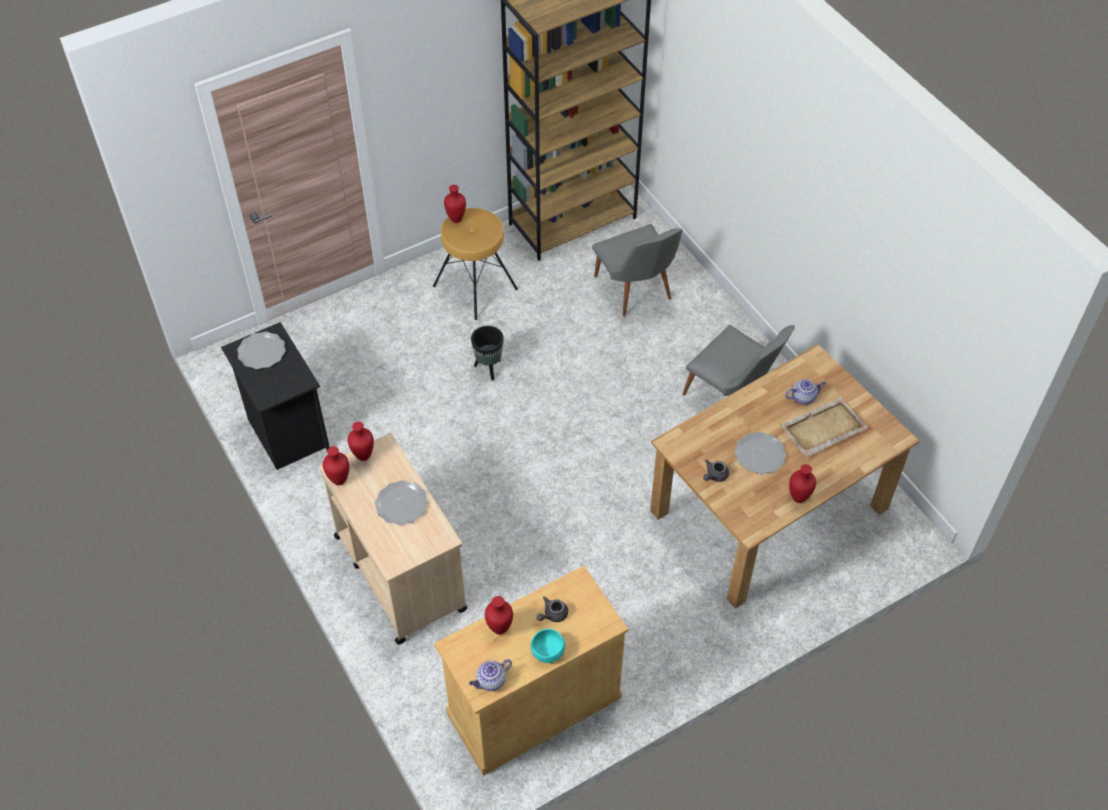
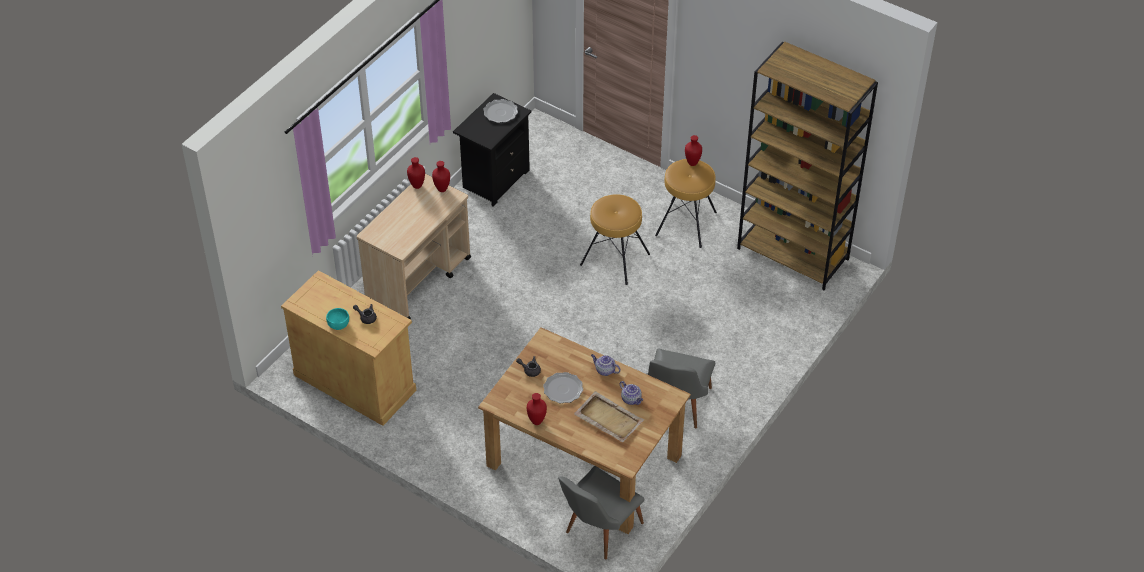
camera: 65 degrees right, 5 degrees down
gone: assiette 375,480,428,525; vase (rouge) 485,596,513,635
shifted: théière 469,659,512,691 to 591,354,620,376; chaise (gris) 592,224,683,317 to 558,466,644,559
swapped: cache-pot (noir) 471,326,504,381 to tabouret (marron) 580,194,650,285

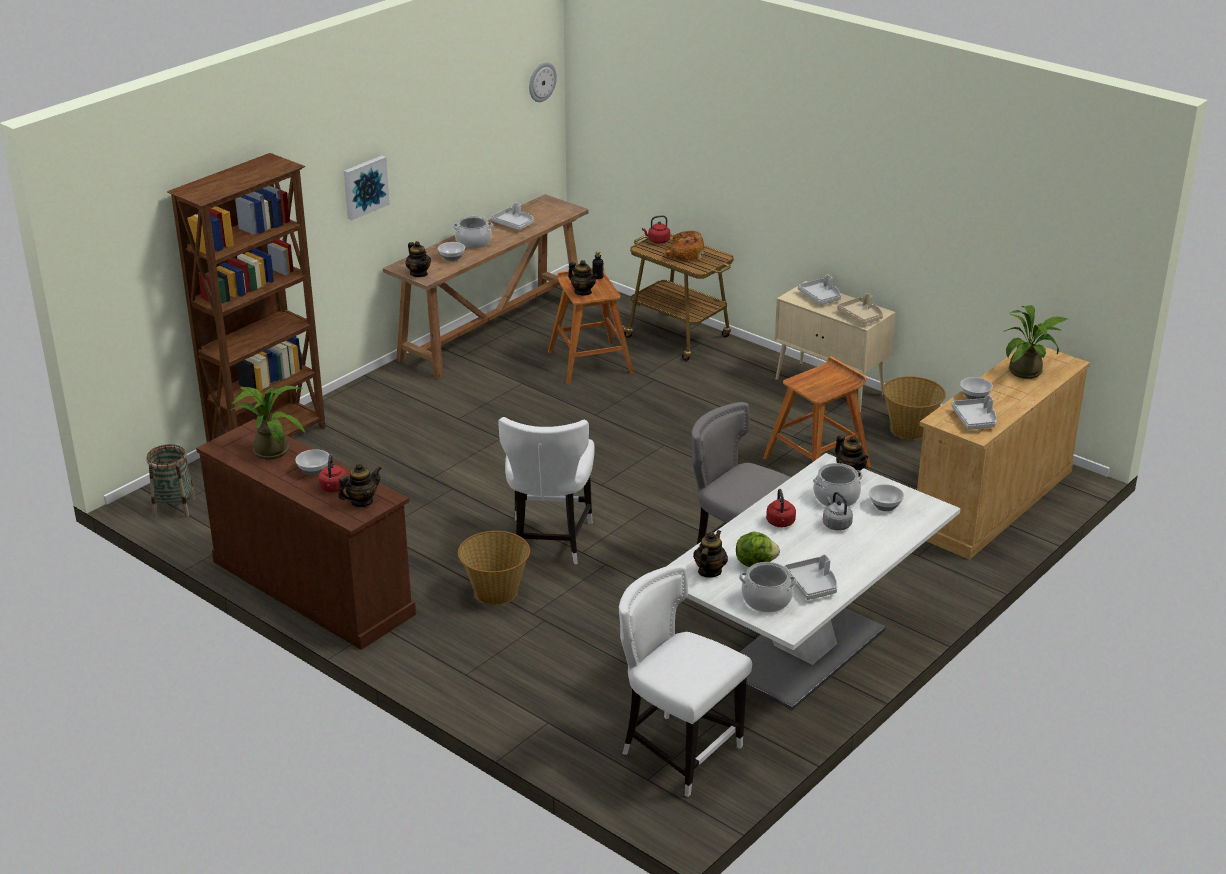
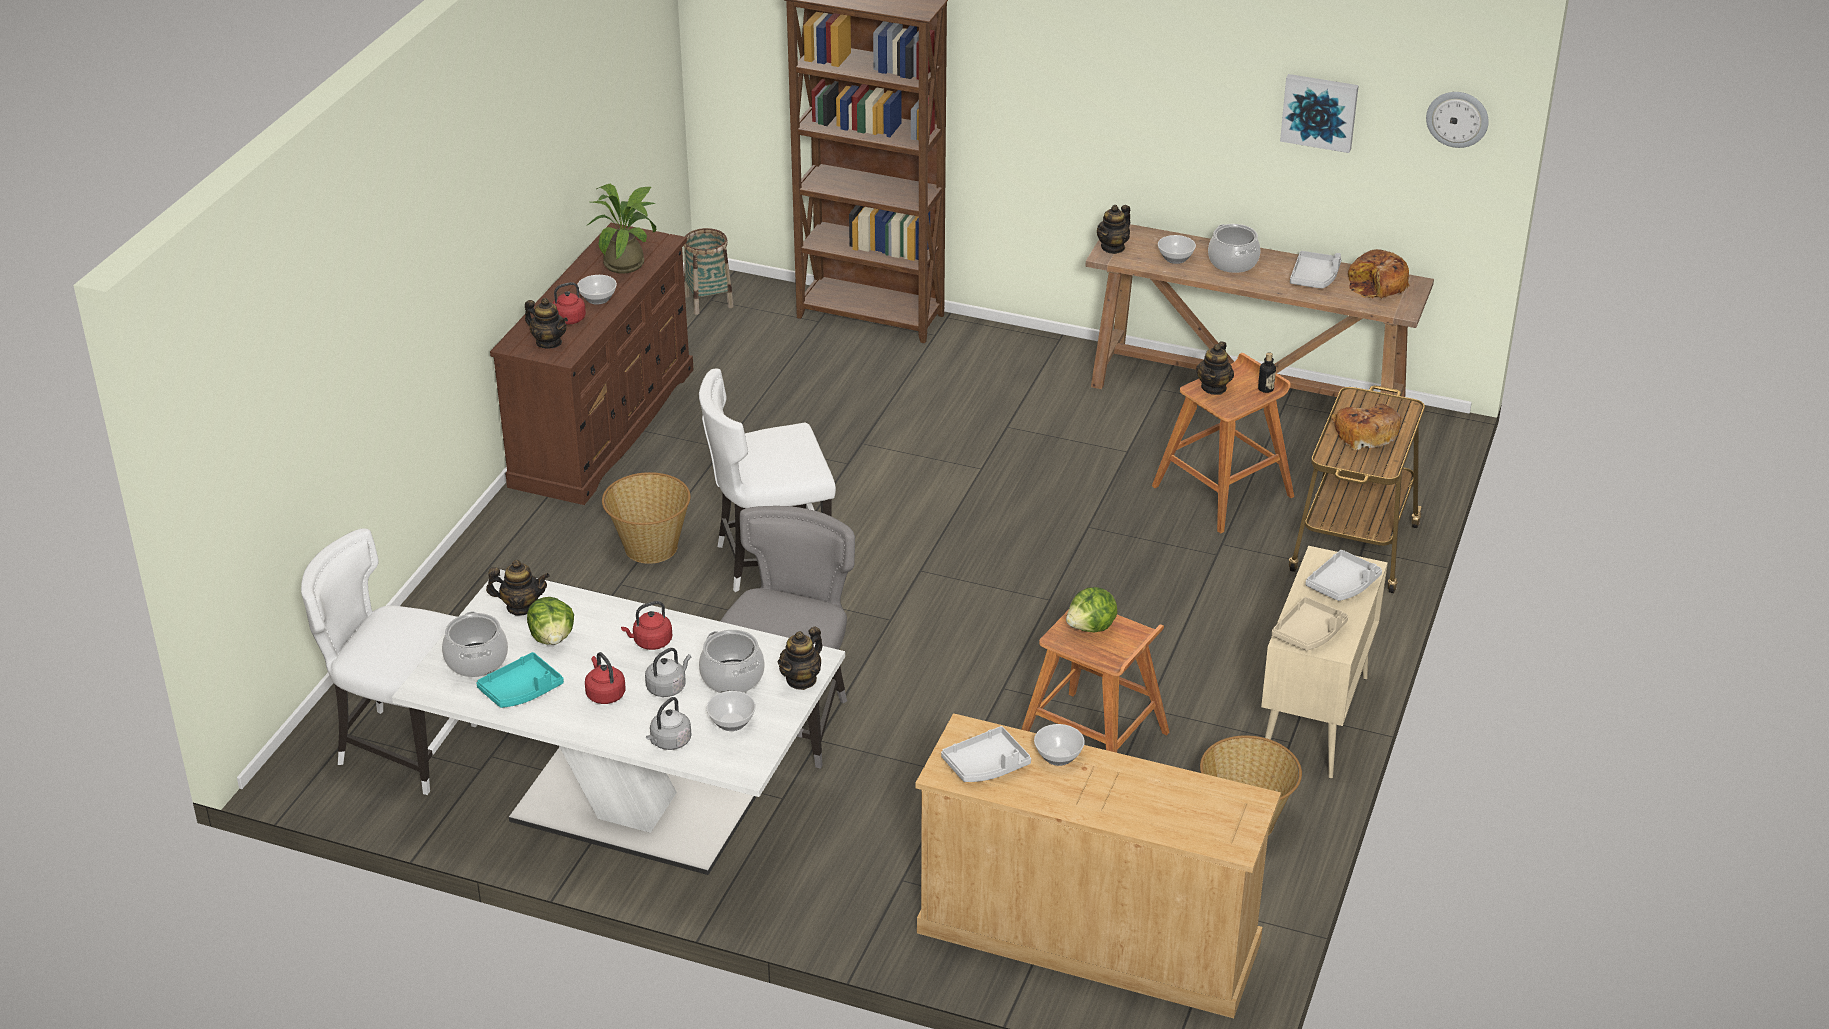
camera: 70 degrees right, 5 degrees up
gone: plante en pot 1003,305,1067,379
new: bouilloire (gris) 646,697,692,750; laitue 1066,587,1117,632; pain 1348,249,1410,299
shifted: tableau 344,156,390,220 to 1280,74,1359,153; bouilloire (rouge) 642,215,670,244 to 585,652,626,704
repainted: plateau (gris) 784,554,837,600 to plateau (turquoise) 476,652,564,708
rotated: chaise (blanc) 619,564,752,797 = 301,528,477,795 90 degrees counterclockwise

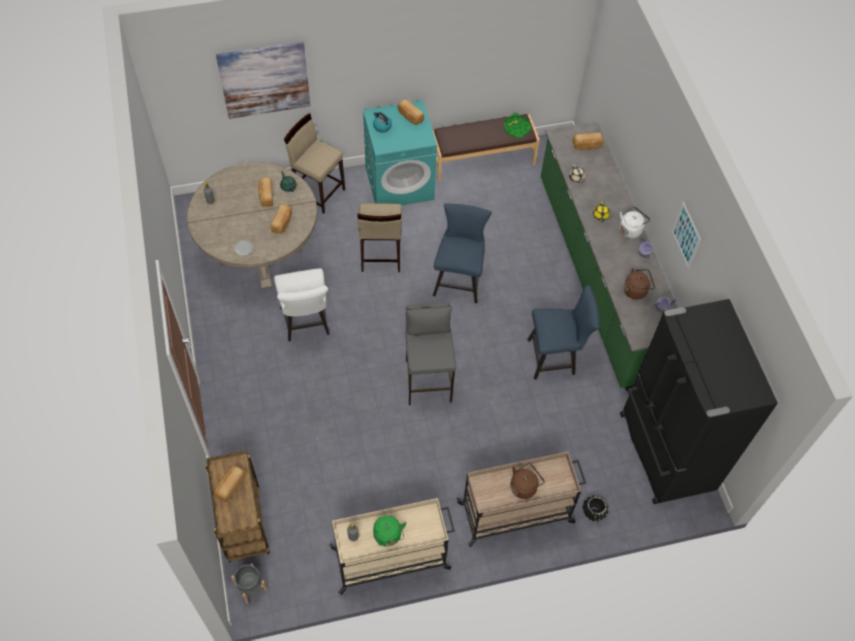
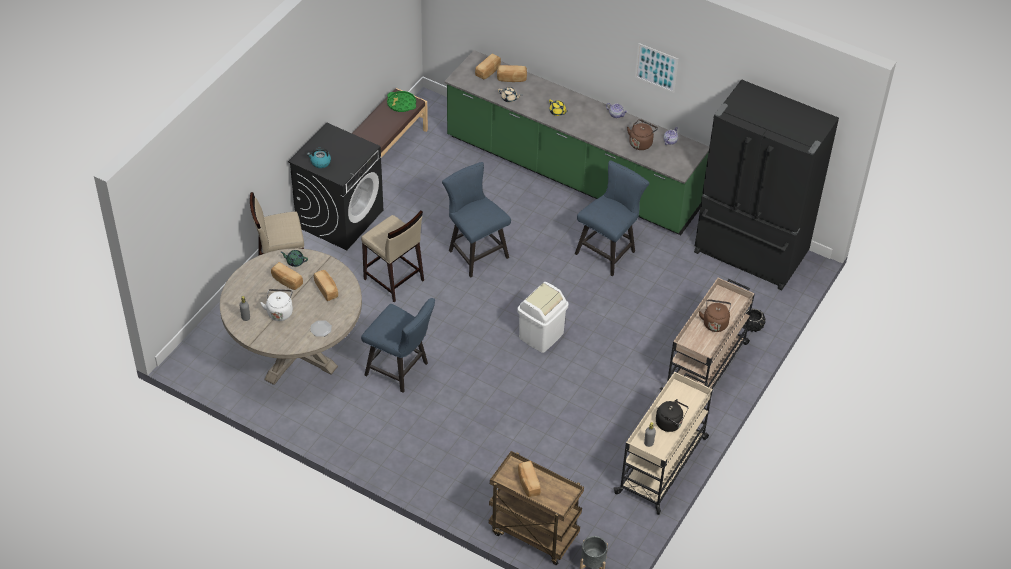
camera: 45 degrees left, 10 degrees down
gone: tableau 216,42,311,119
shifted: pain 398,99,424,125 to 497,65,527,82; bouilloire (blanc) 619,206,650,238 to 260,289,293,321
swapped: tabouret (gris) 405,303,456,405 to poubelle (blanc) 517,282,568,353
repainted: chaise (blanc) 274,268,329,341 to chaise (bleu) 361,298,435,393; lave-linge (turquoise) 363,100,437,205 to lave-linge (noir) 288,122,383,250; bouilloire (vert) 373,516,407,547 to bouilloire (noir) 656,399,688,432

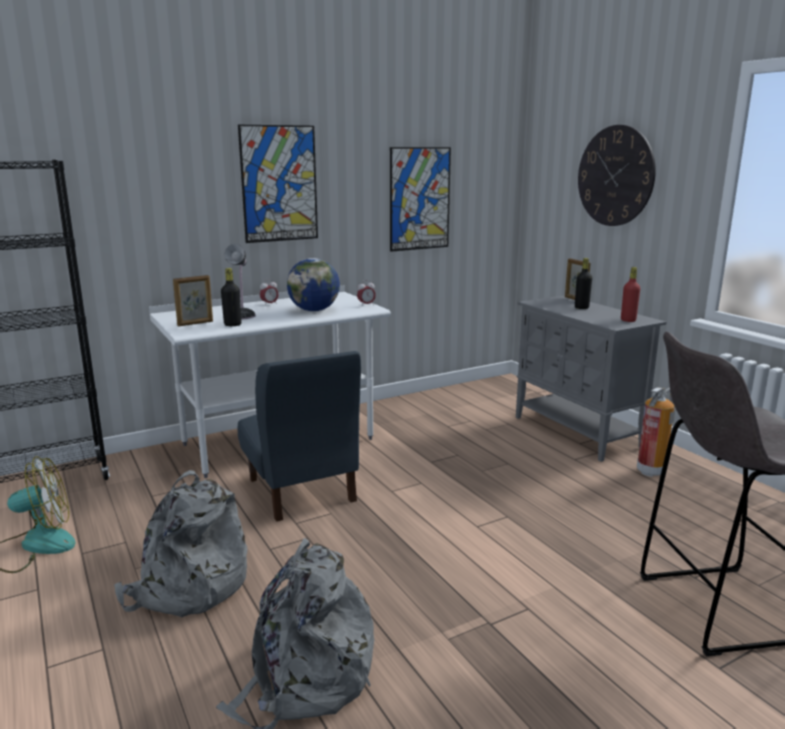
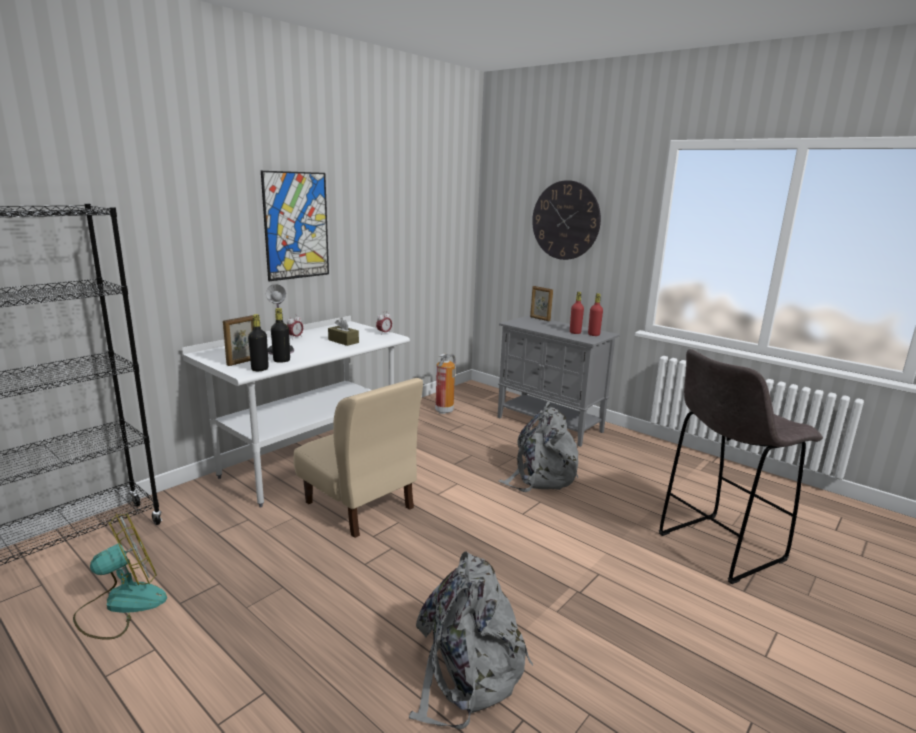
camera: 20 degrees left, 0 degrees up
gone: tableau 390,147,451,252
new: bouteille (rouge) 570,292,584,334
shifted: sac à dos (gris) 114,470,247,617 to 499,402,578,492; bouteille (noir) 575,258,592,309 to 248,314,269,371; extincteur 637,387,675,477 to 435,354,456,414
swapped: globe 287,258,340,312 to boîte à mouchoirs (marron) 328,317,359,346
repainted: chaise (bleu) 238,351,361,522 to chaise (beige) 294,378,423,538

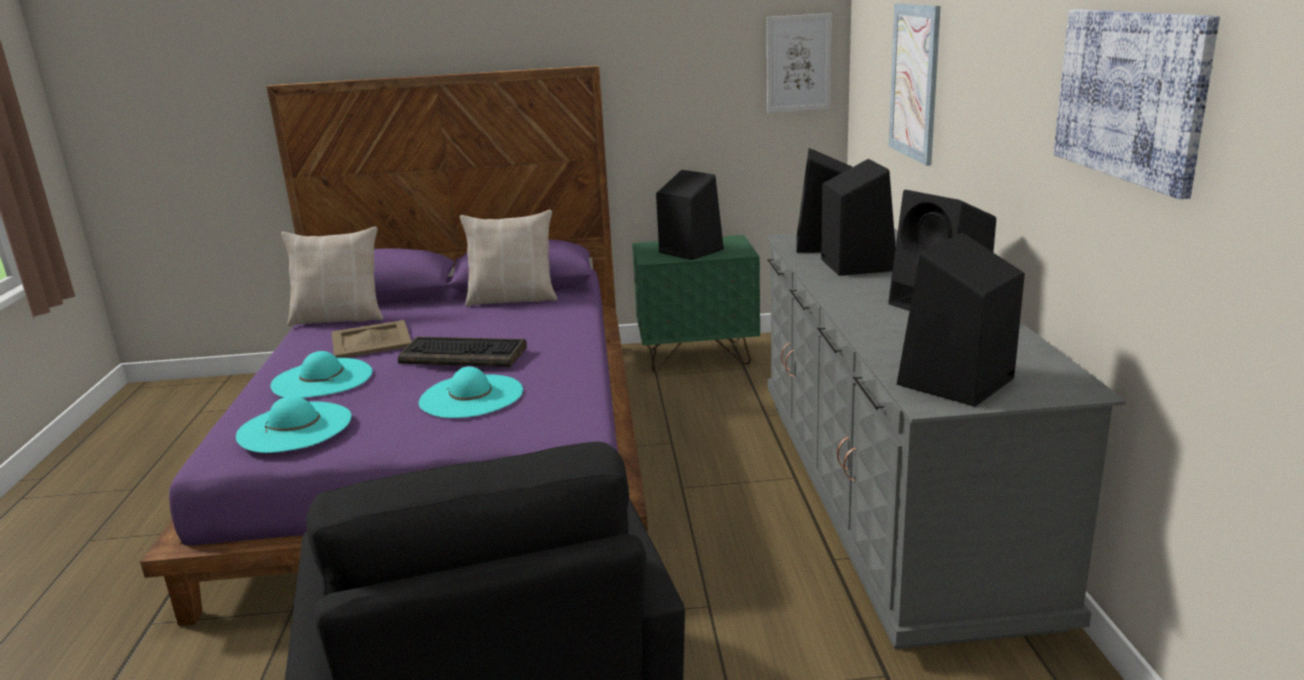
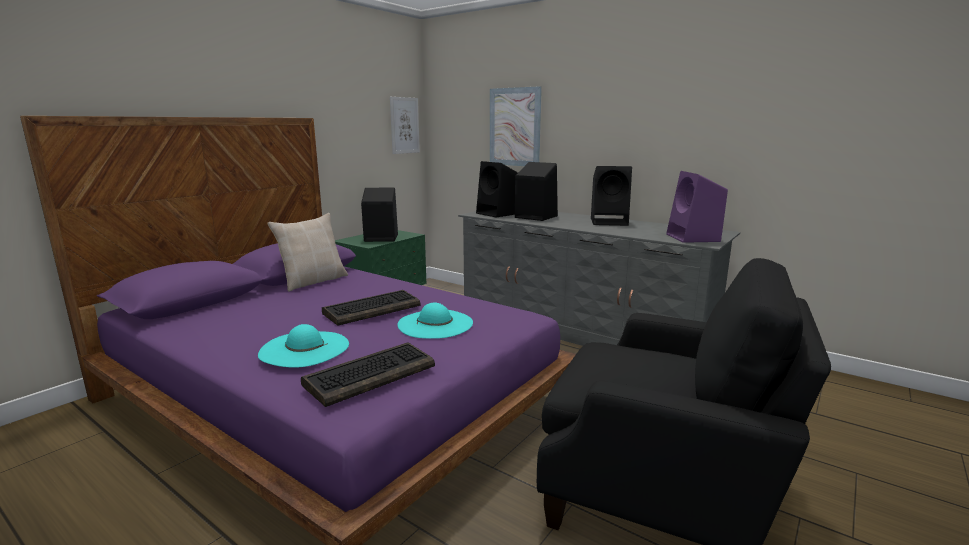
camera: 50 degrees left, 5 degrees down
gone: coussin (beige) 281,226,383,326; plateau (beige) 331,320,412,358; tableau 1054,9,1220,199
swapped: chapeau (turquoise) 236,396,351,453 to clavier 301,343,435,407
repainted: enceinte (noir) 897,233,1025,407 to enceinte (violet) 666,171,728,243

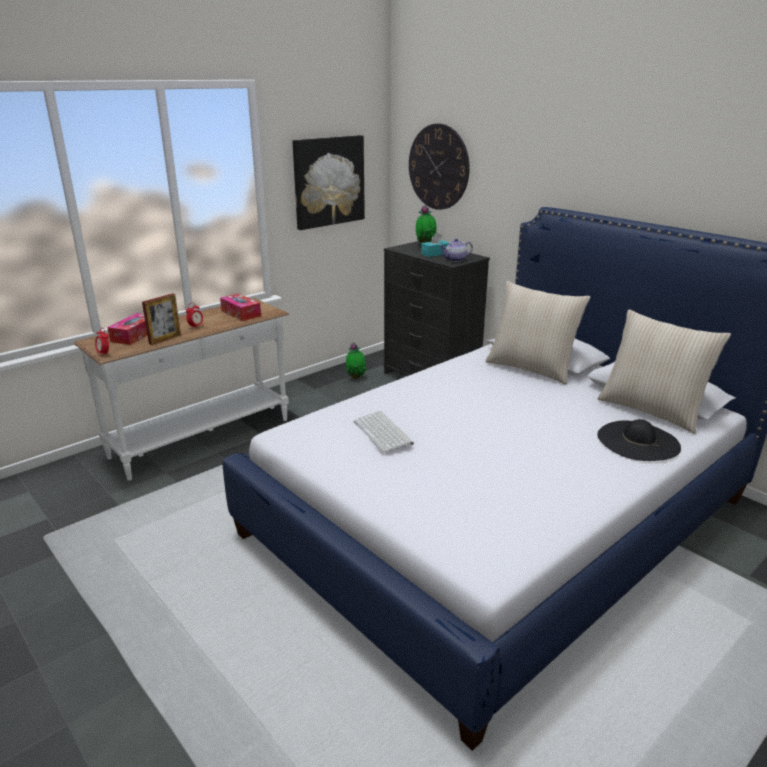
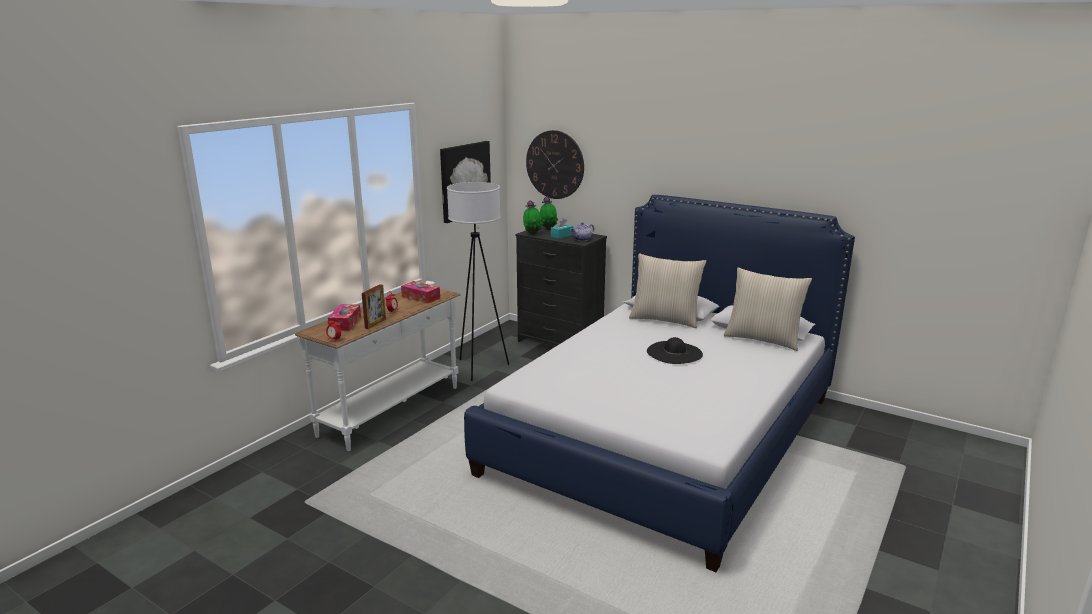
camera: 15 degrees left, 5 degrees down
gone: clavier 353,411,414,453
new: lampadaire (blanc) 447,182,509,381
shifted: plante en pot 346,343,367,379 to 523,200,543,235; chapeau (noir) 597,419,681,461 to 647,337,703,364

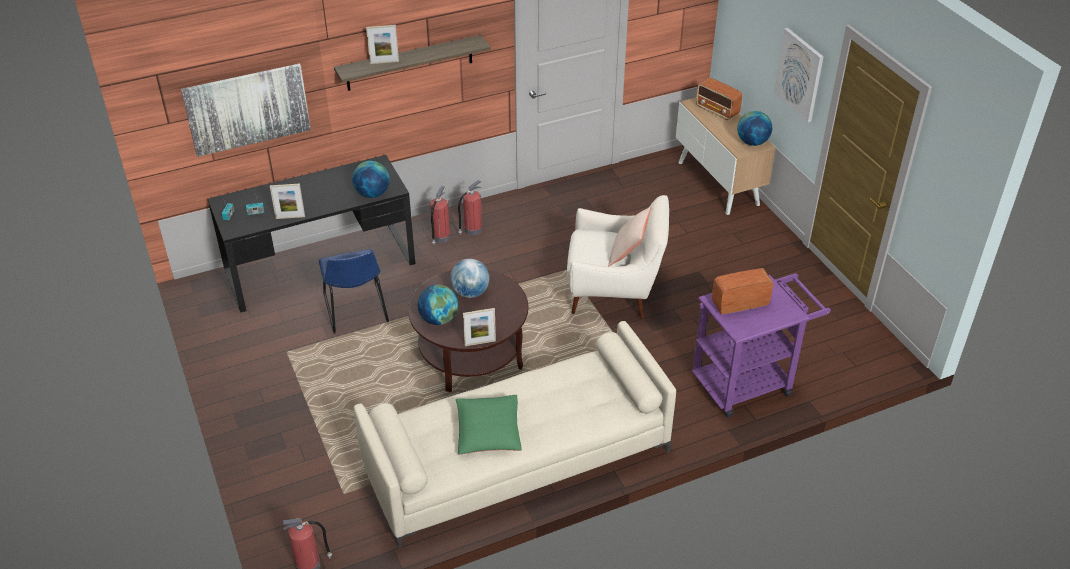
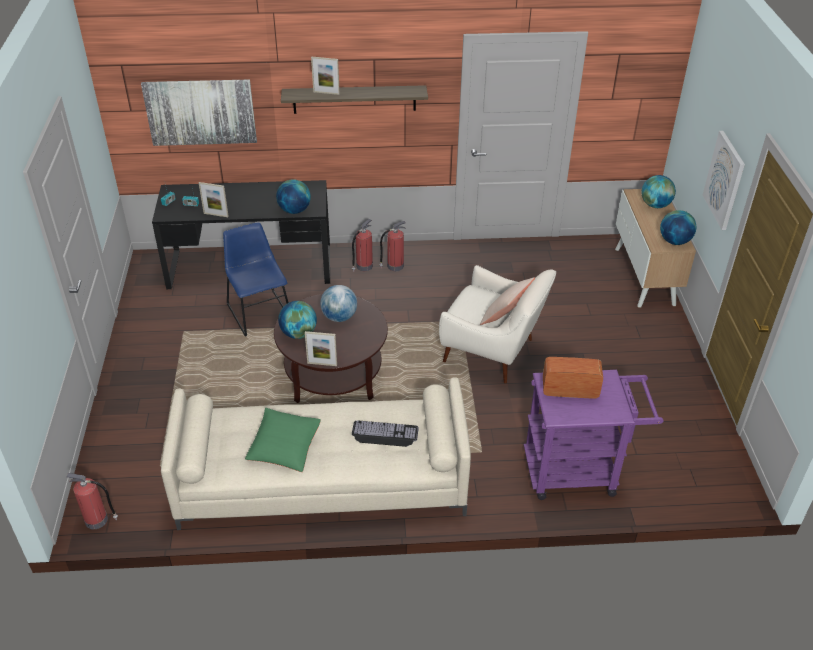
camera: 20 degrees right, 0 degrees up
new: clavier 352,420,419,447
swapped: radio 696,78,742,120 to globe 641,175,676,208
rotated: chaise (bleu) 319,249,389,334 = 223,222,289,337 150 degrees clockwise

